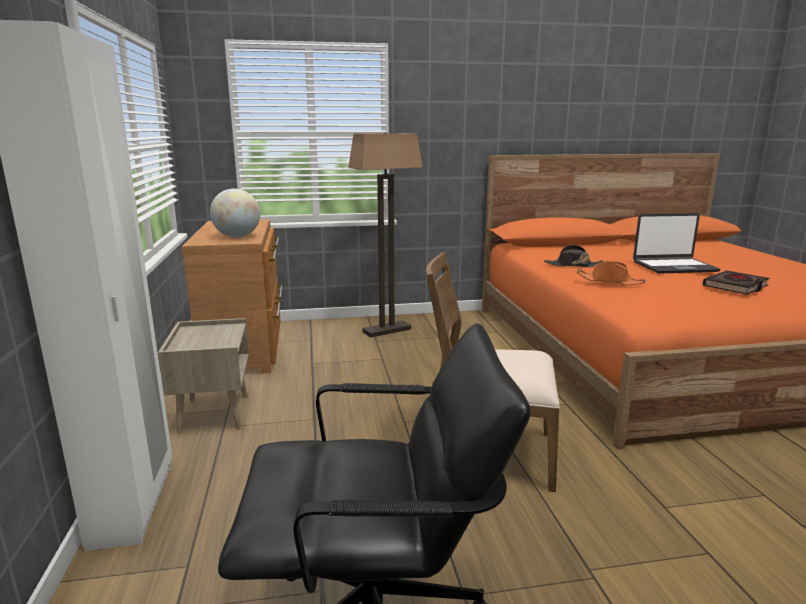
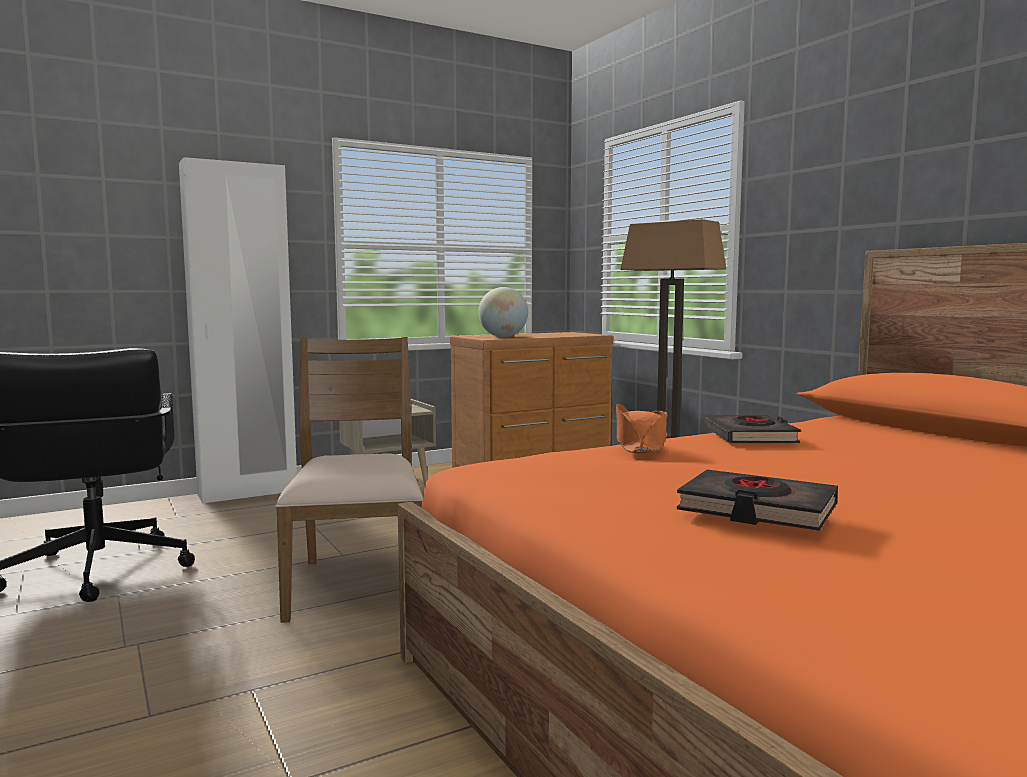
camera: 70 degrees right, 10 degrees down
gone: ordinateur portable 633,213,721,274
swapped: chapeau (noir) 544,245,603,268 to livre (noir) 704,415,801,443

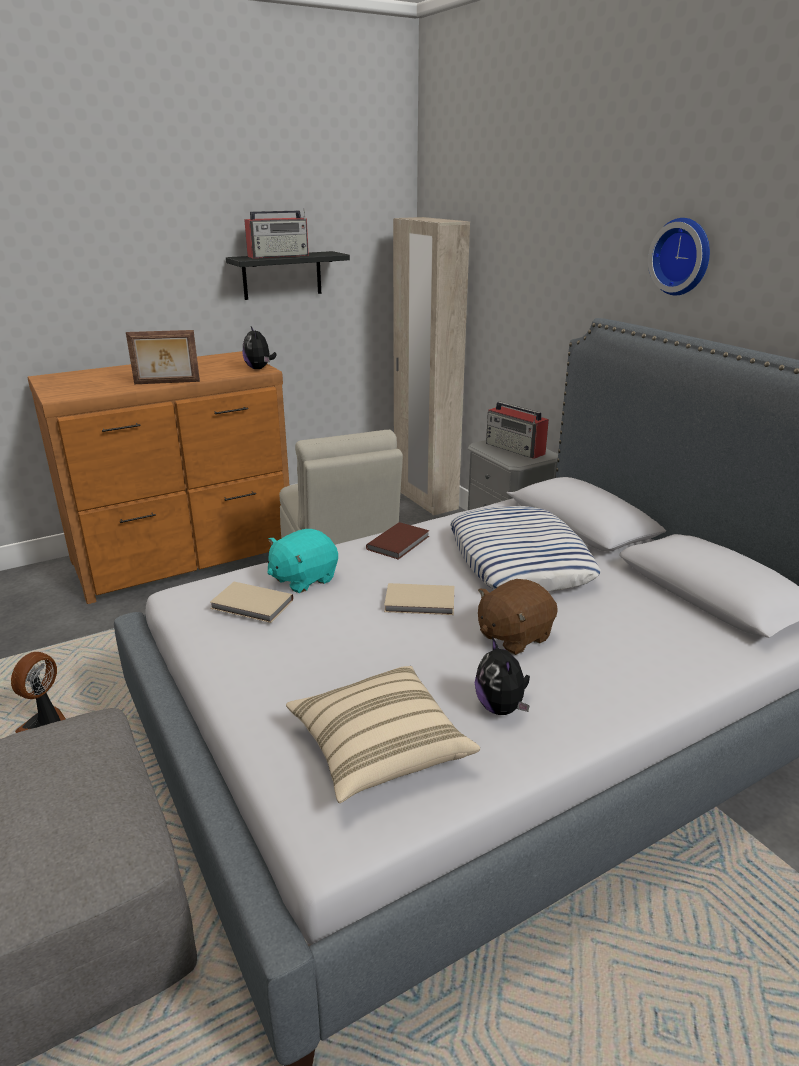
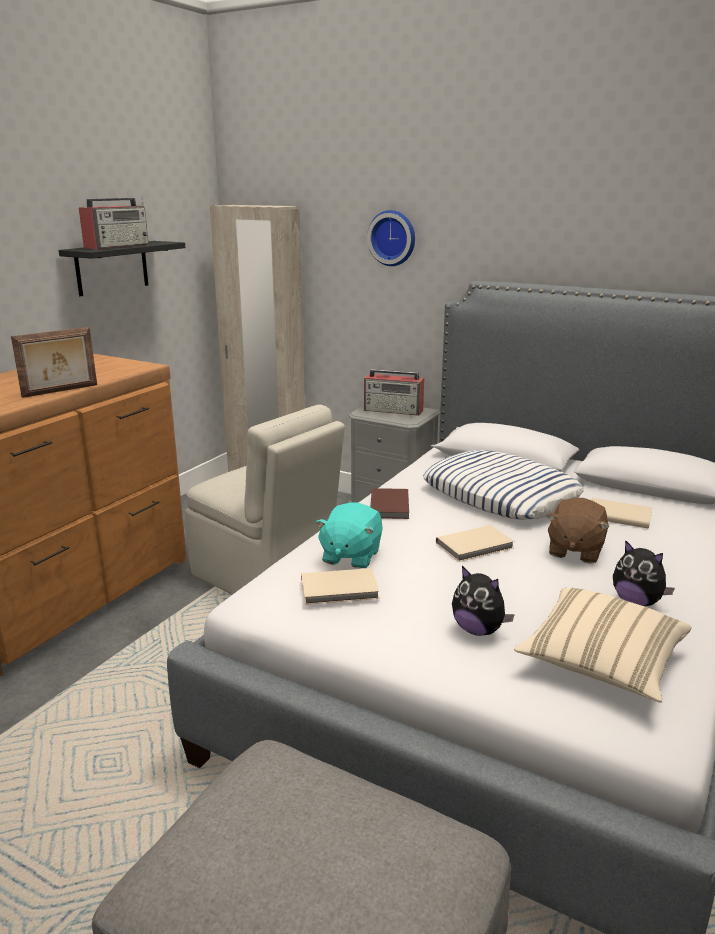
camera: 30 degrees left, 5 degrees down
gone: ventilateur 11,652,66,733
new: livre (beige) 591,498,653,529
shifted: peluche 243,327,277,369 to 452,566,515,636; horloge murale 648,218,710,295 to 367,210,415,266

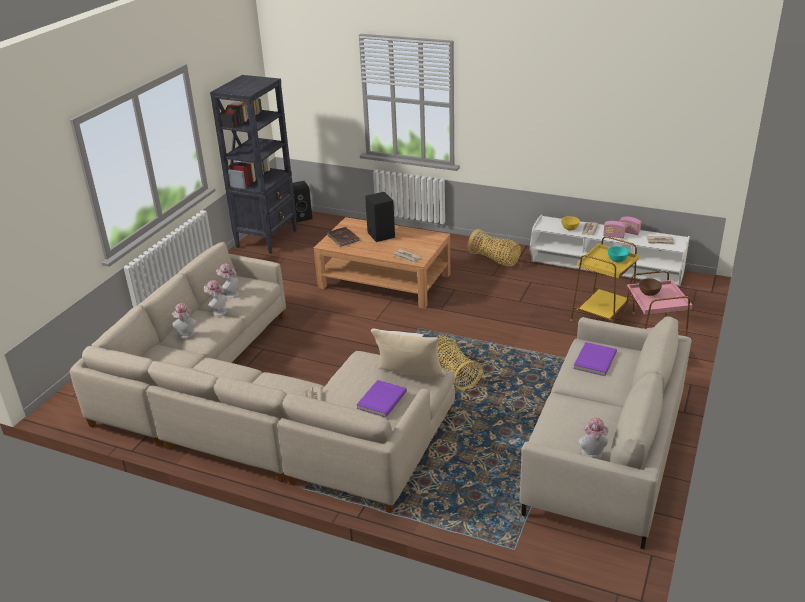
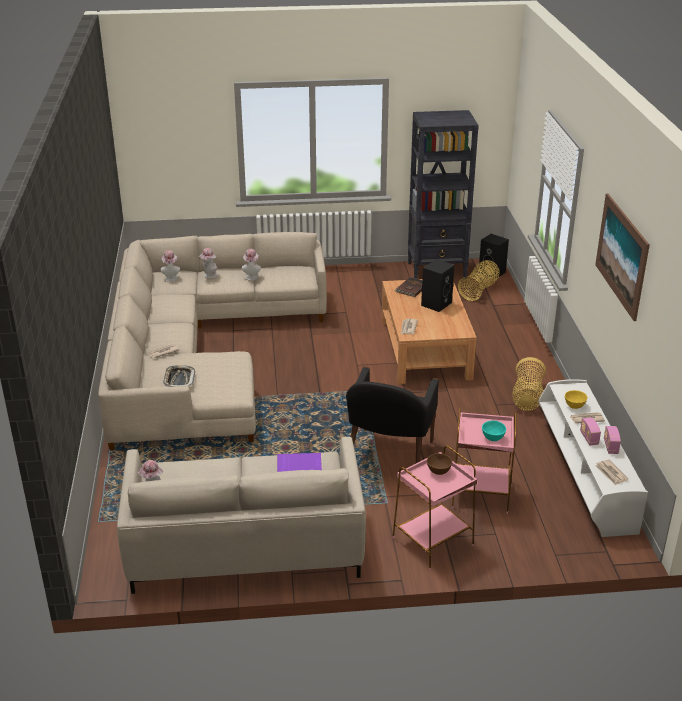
camera: 60 degrees right, 0 degrees up
gone: coussin (bleu) 371,329,446,377
new: fauteuil (noir) 346,367,439,463; tableau 595,193,650,321
shifted: chapeau 216,264,240,298 to 161,250,180,282; panier 437,335,483,391 to 458,260,500,301
swapped: livre (violet) 356,380,407,417 to plateau 163,365,195,387
repainted: table d'appoint (jaune) 571,236,639,323 to table d'appoint (rose) 452,407,516,514

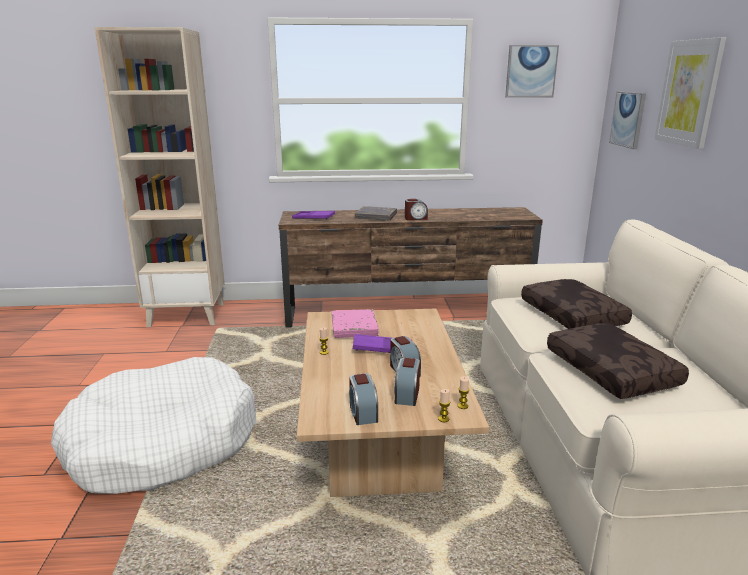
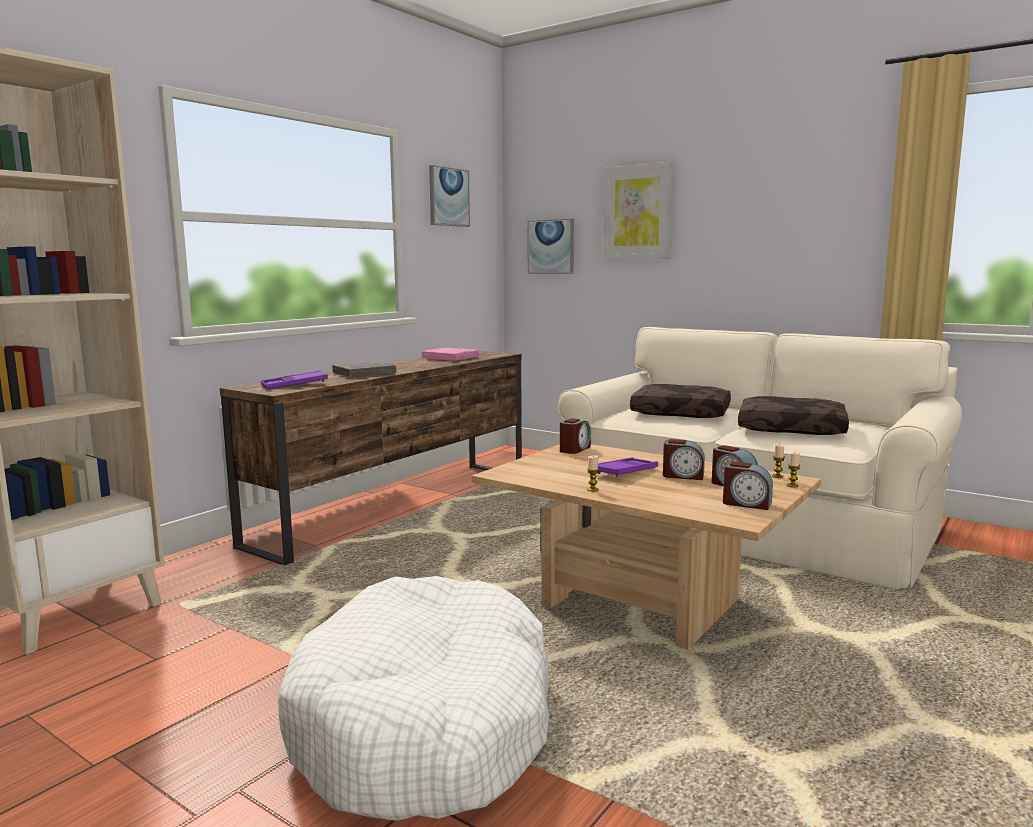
camera: 50 degrees left, 10 degrees down
shifted: livre (rose) 332,309,379,338 to 422,348,479,361; réveil 405,199,428,220 to 560,418,591,454

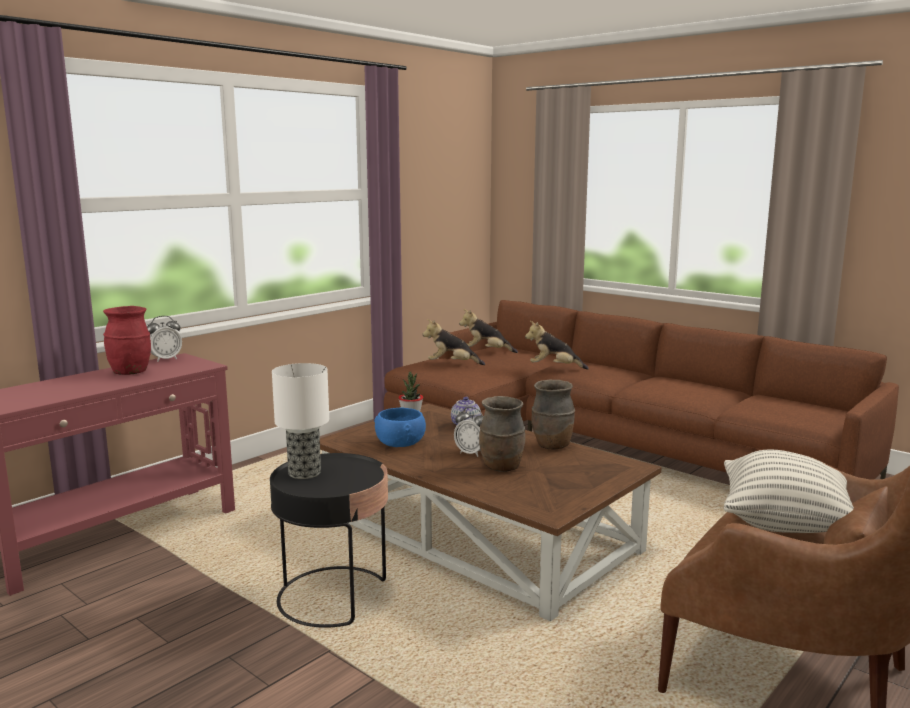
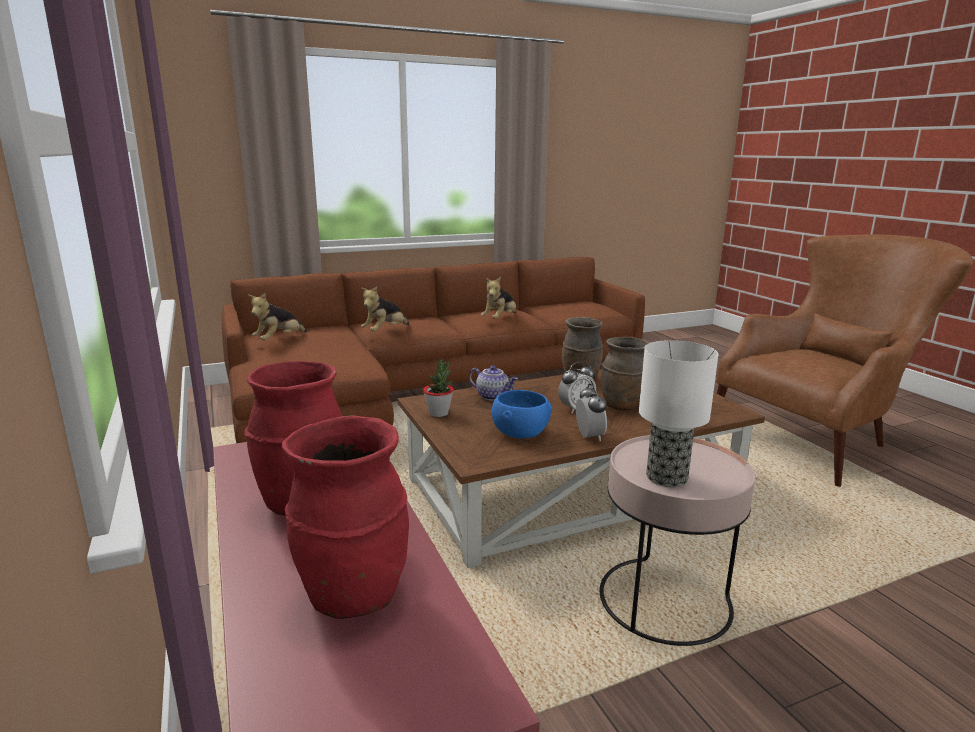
camera: 65 degrees left, 5 degrees up
gone: coussin 723,450,854,533
new: vase (rouge) 282,415,409,619
shifted: réveil 147,316,182,362 to 576,384,607,441; peluche 423,319,485,365 to 481,277,516,319
repainted: table d'appoint (noir) 270,453,388,628 to table d'appoint (rose) 600,435,755,646

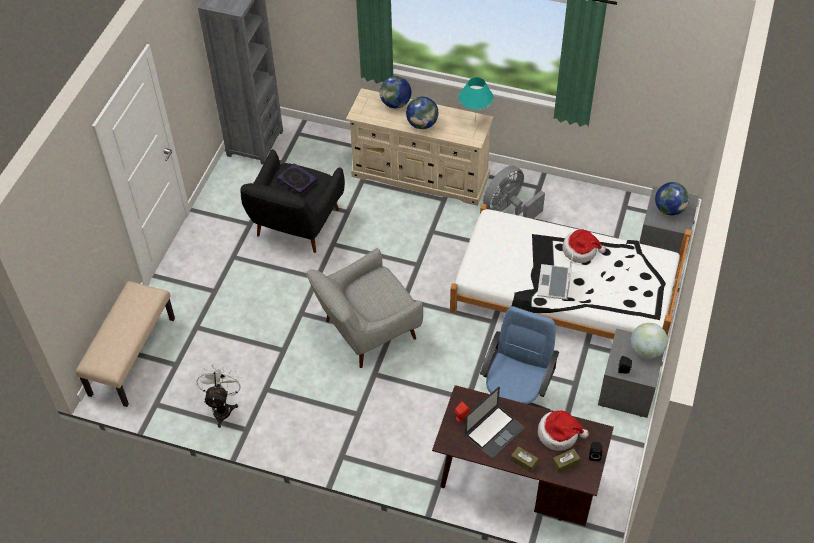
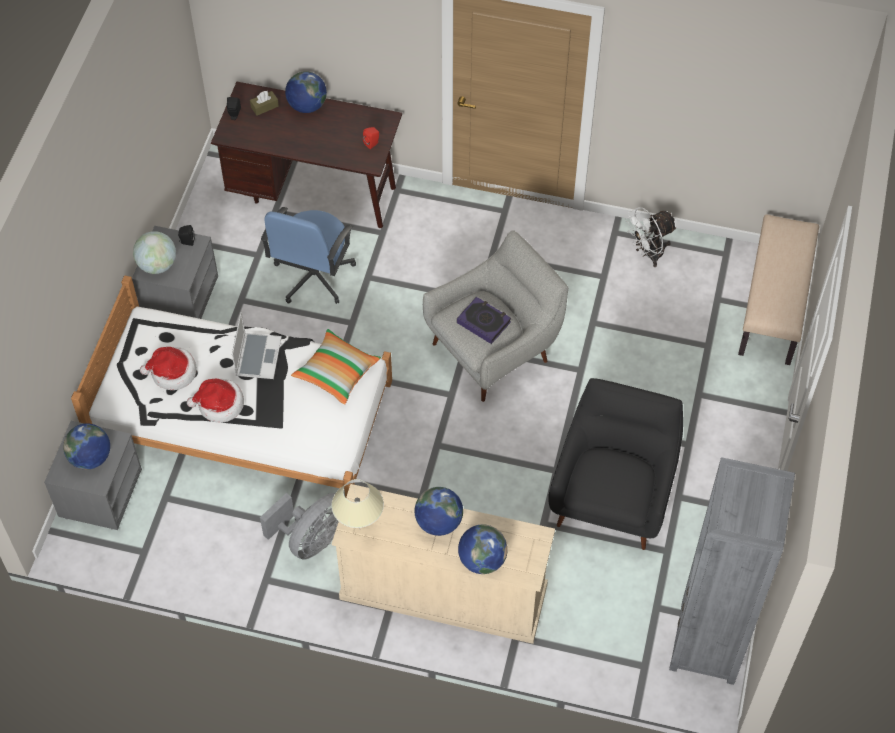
camera: 175 degrees right, 5 degrees up
gone: ordinateur portable 465,387,524,458
new: coussin 291,329,381,405
shifted: livre 277,163,317,196 to 457,297,511,344; chapeau 538,410,589,451 to 140,347,197,390
swapped: boîte à mouchoirs (marron) 511,446,539,473 to globe 285,71,327,113
repainted: lampe de table (turquoise) 459,77,493,116 to lampe de table (beige) 331,479,384,528
rotated: ventilateur (blanc) 197,364,242,428 = 625,207,677,267 60 degrees clockwise

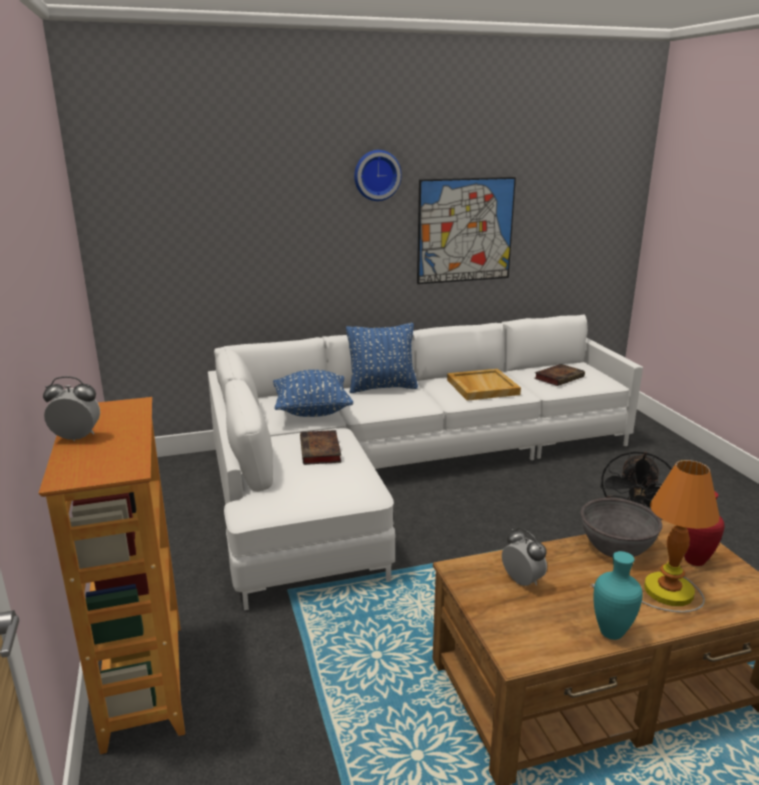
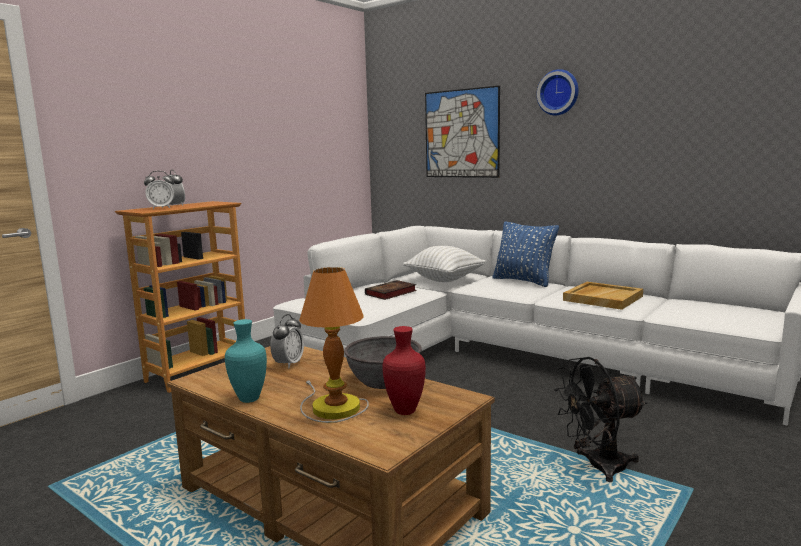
camera: 55 degrees right, 10 degrees down
gone: livre 534,364,585,386
new: réveil 144,171,175,209
shifted: tableau 417,177,516,284 to 425,85,500,178
repainted: coussin (bleu) 273,370,354,417 to coussin (blanc) 402,246,487,282

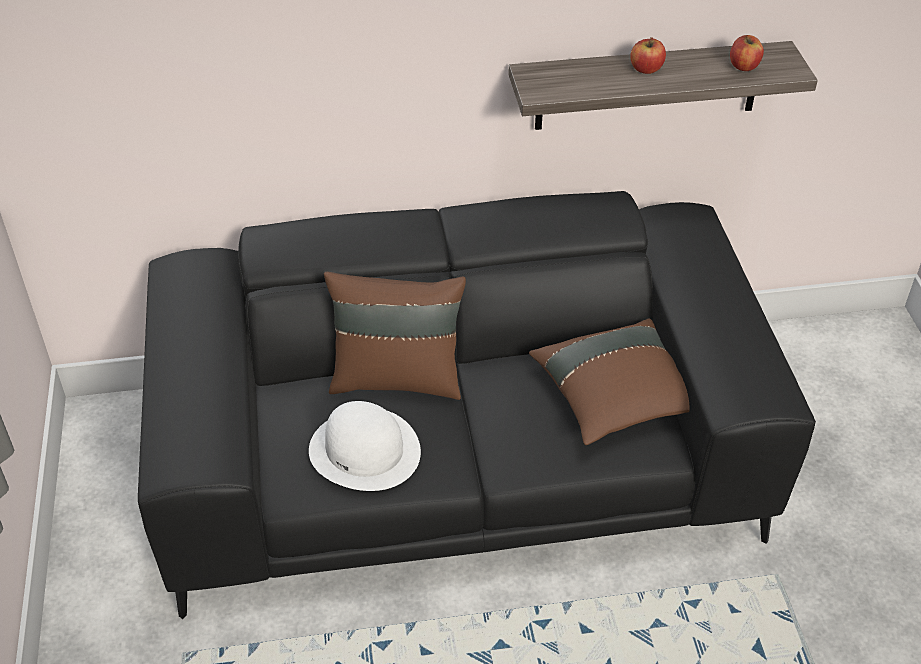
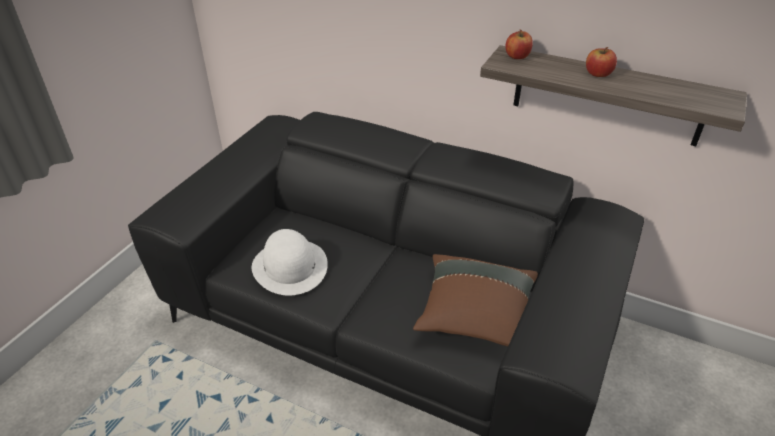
camera: 35 degrees right, 5 degrees down
gone: coussin (marron) 324,272,466,400
shifted: pomme 730,35,764,71 to 505,30,533,59

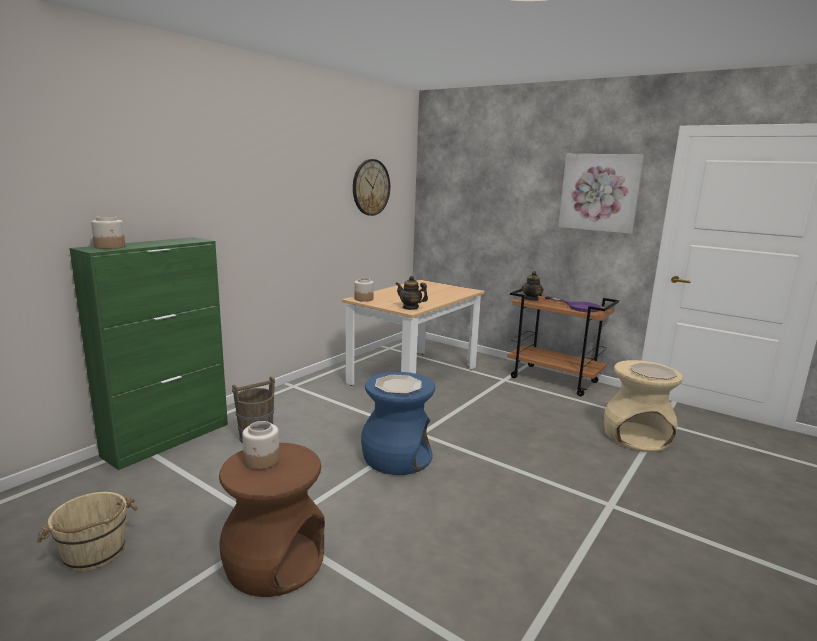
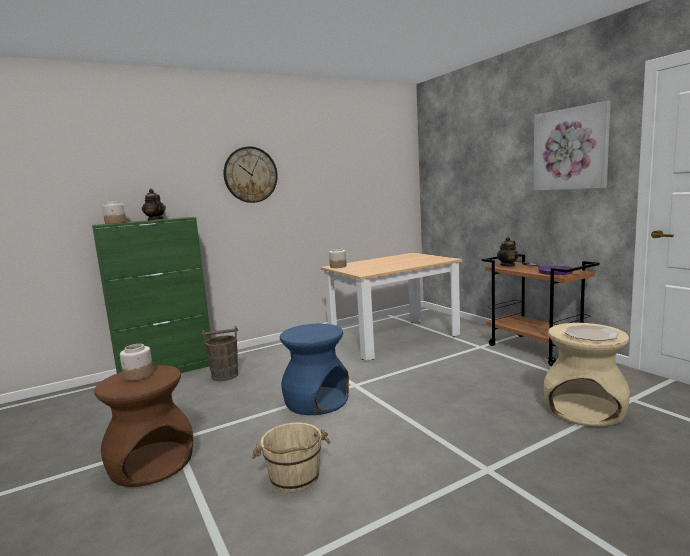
camera: 25 degrees right, 5 degrees down
gone: assiette 375,375,422,394
shifted: seau (beige) 37,492,138,572 to 252,423,330,492; horloge murale 353,159,390,216 to 224,146,278,203; théière 396,276,428,310 to 142,189,166,221

